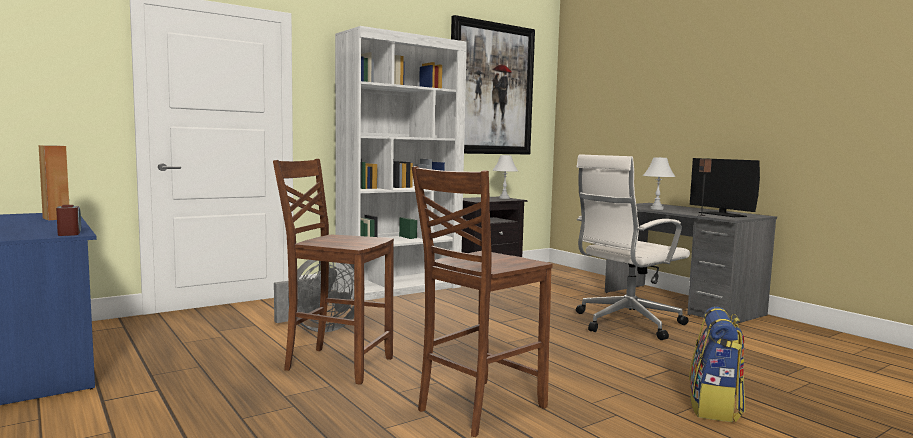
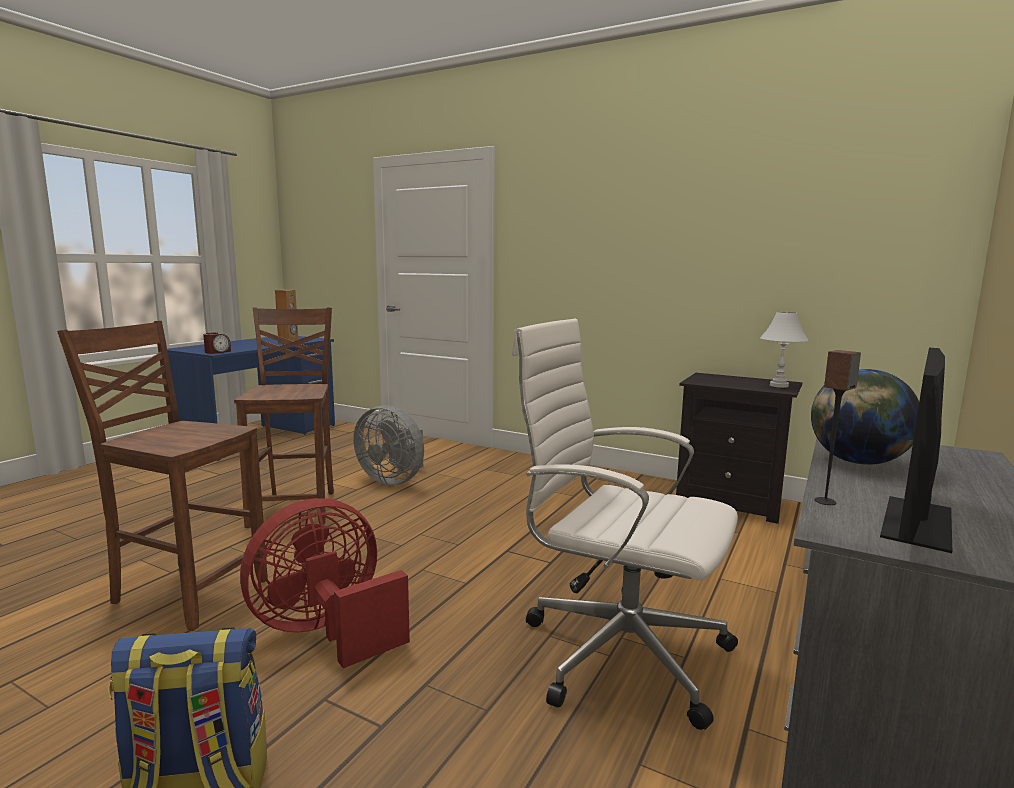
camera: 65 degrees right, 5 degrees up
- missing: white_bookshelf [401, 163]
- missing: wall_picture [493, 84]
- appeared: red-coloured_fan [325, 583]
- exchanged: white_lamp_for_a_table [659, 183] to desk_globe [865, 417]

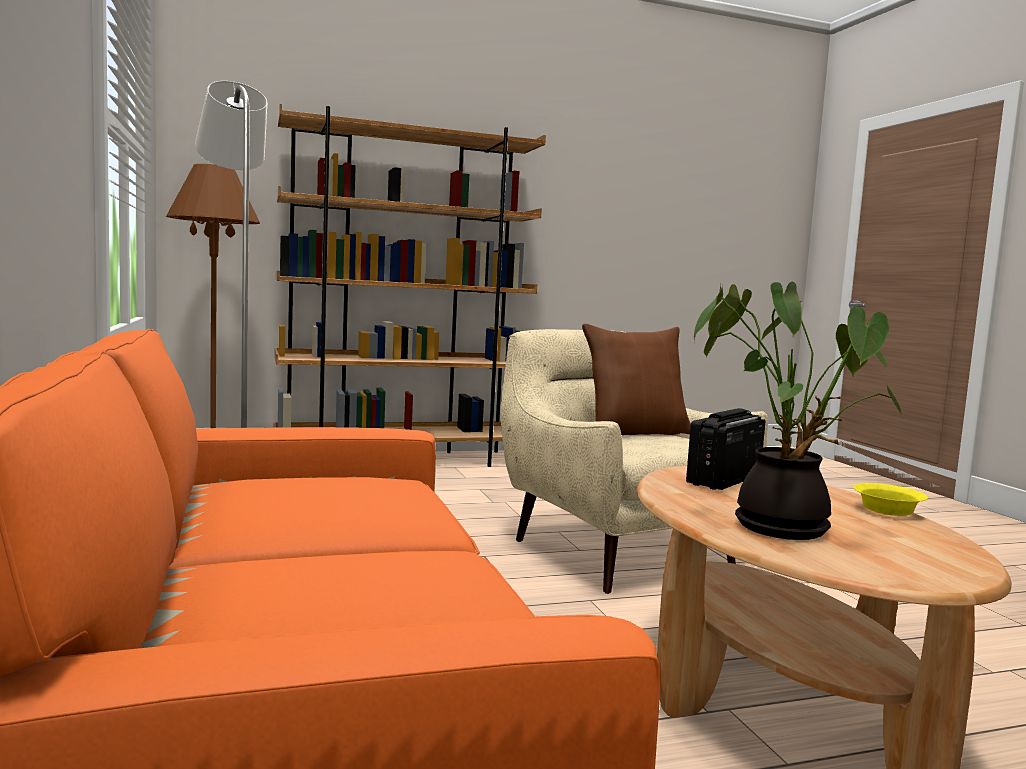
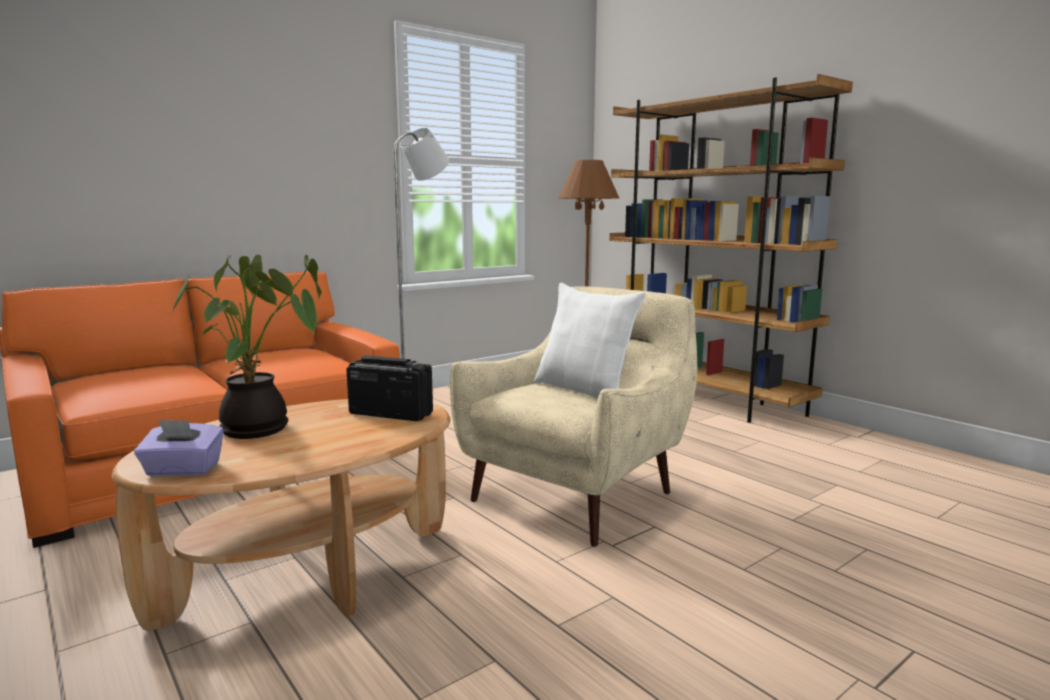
camera: 70 degrees right, 5 degrees up
- missing: yellowish_deep_dish [890, 499]
- appeared: purplish_tissue_box [179, 448]
- colour: brown-coloured_cushion [636, 379] to white_cushion [590, 340]

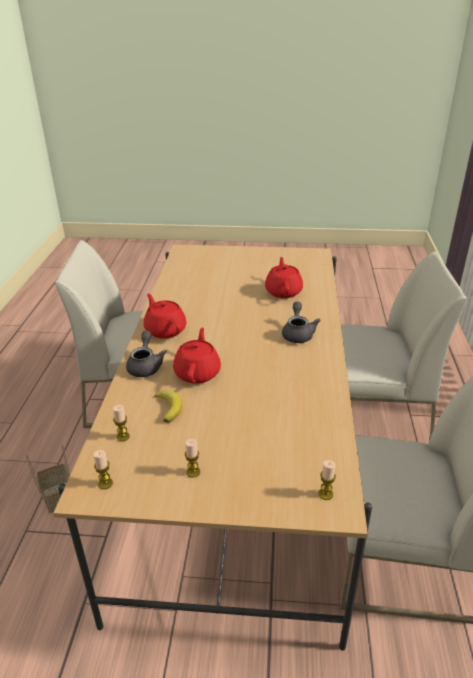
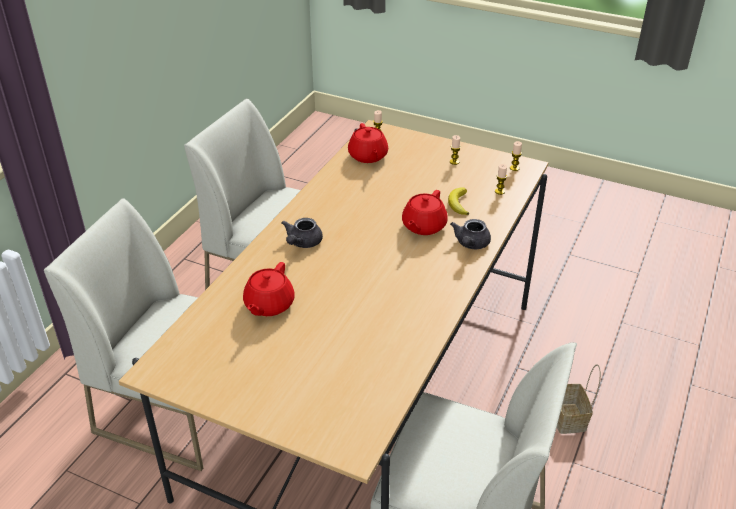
camera: 160 degrees left, 5 degrees up
- relocated: red-coloured_pot_for_tea [165, 316] to [368, 143]

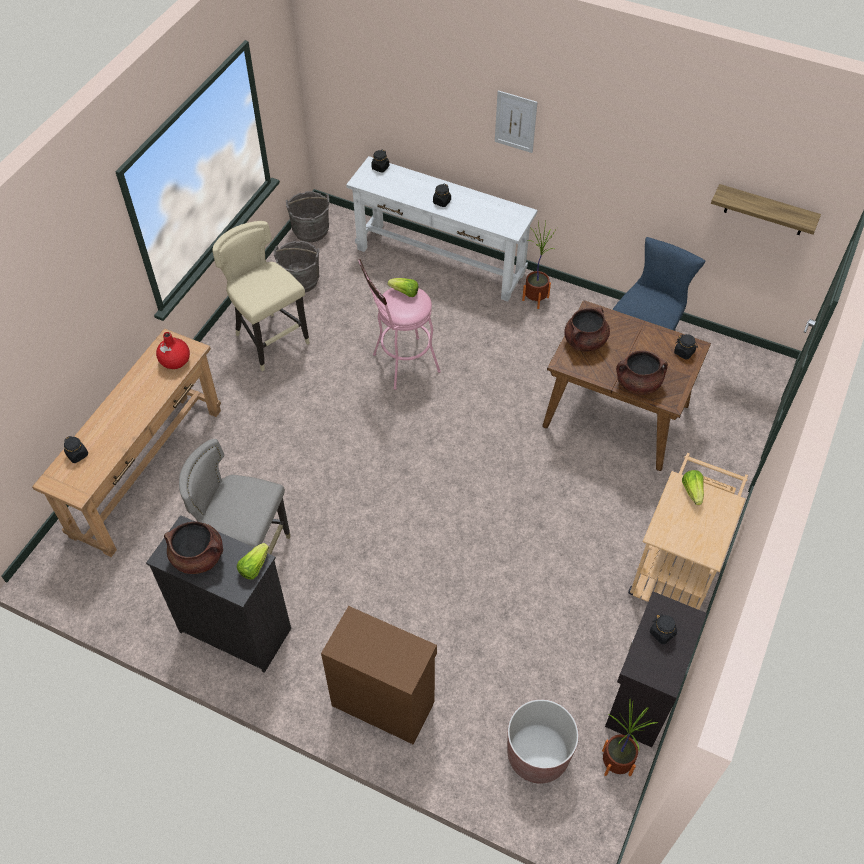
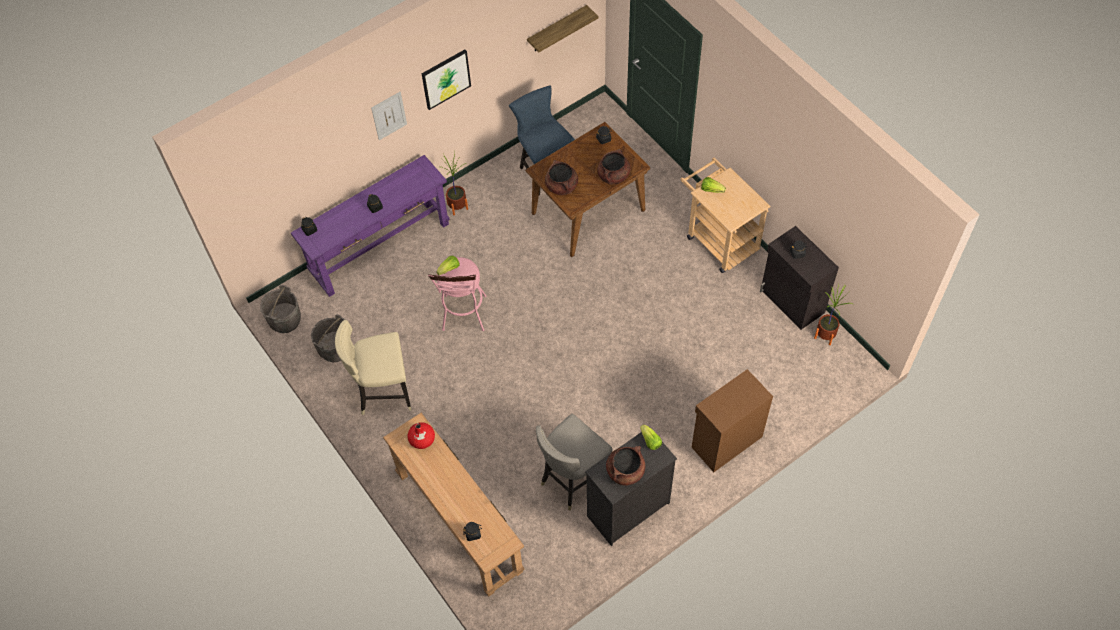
camera: 60 degrees left, 5 degrees up
- missing: brown-coloured_flower_pot [543, 741]
- appeared: wall_picture [446, 79]
- colour: white_hall_table [441, 229] to purplish_hall_table [370, 226]

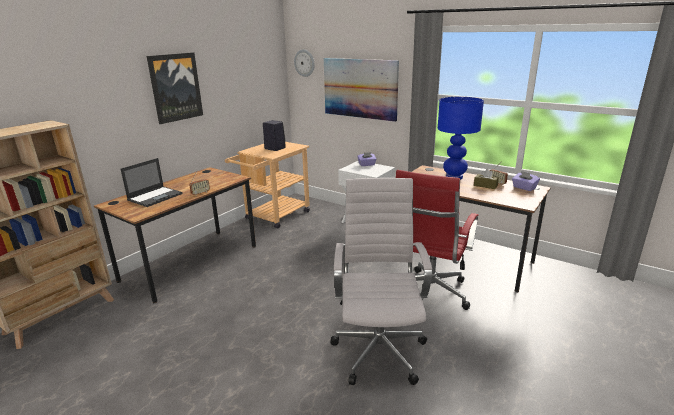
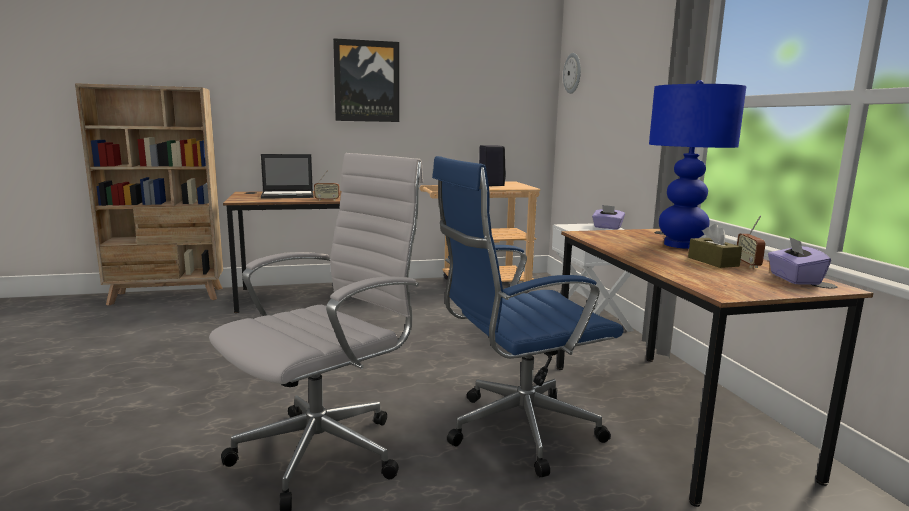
camera: 40 degrees right, 10 degrees down
- missing: wall_picture [361, 90]
- colour: red-coloured_computer_chair [437, 240] to blue_computer_chair [528, 316]

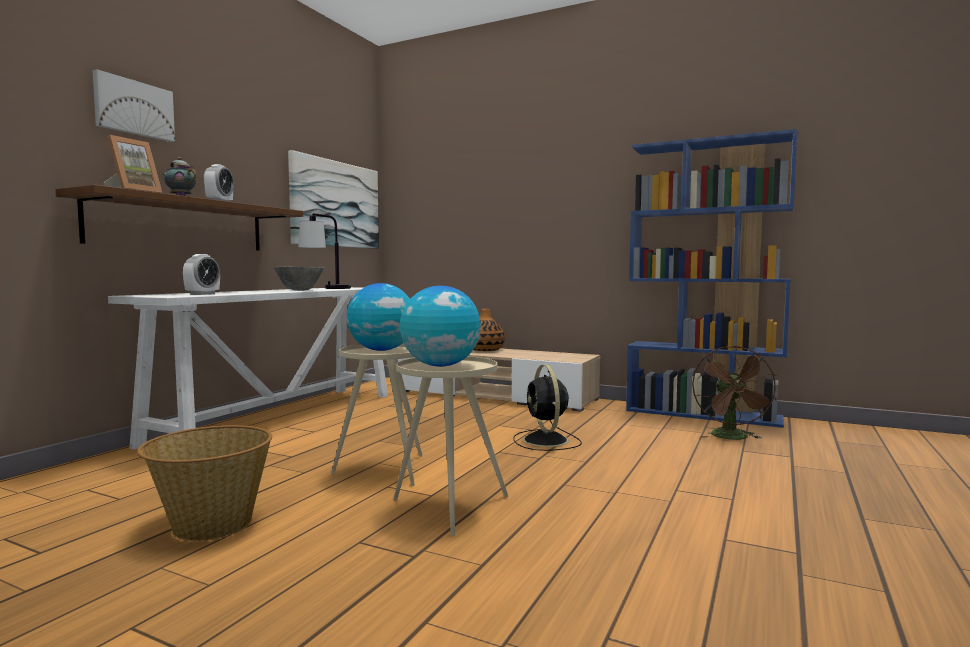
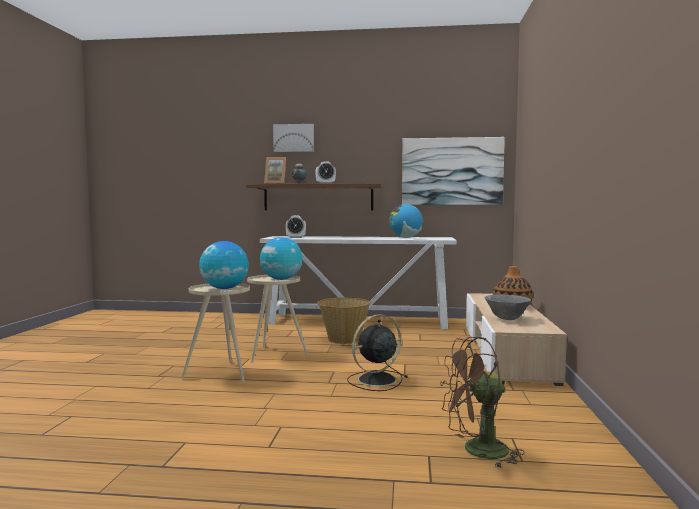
camera: 70 degrees right, 0 degrees up
- missing: blue_bookshelf [712, 278]
- relocated: basket [204, 483] to [344, 321]
- relocated: greyish_deep_dish [298, 279] to [508, 307]
- exchanged: lamp_for_a_table [324, 251] to desk_globe [406, 221]

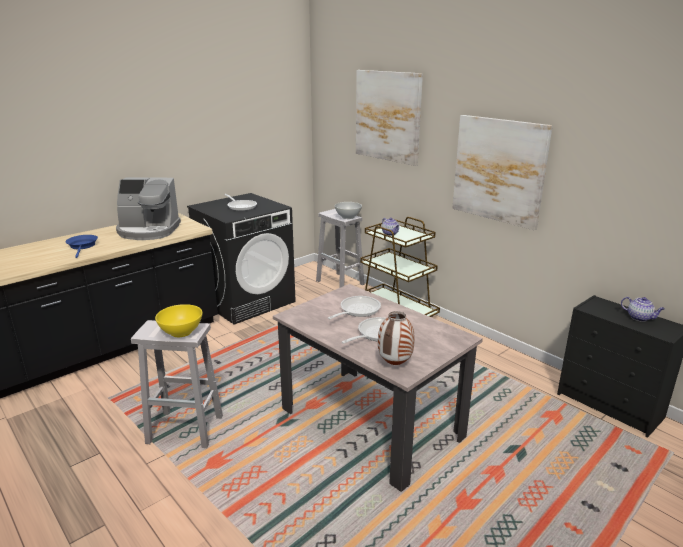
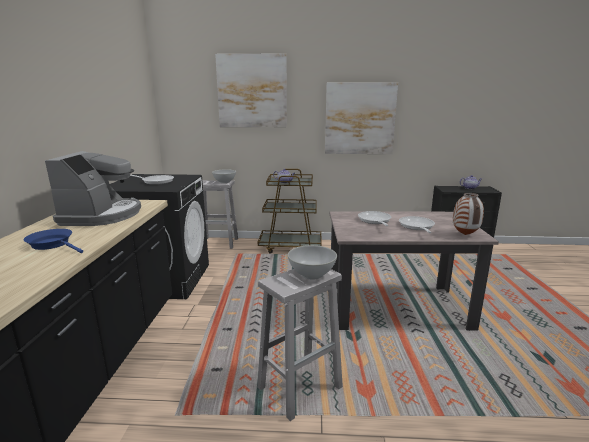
camera: 45 degrees left, 5 degrees down
- colour: yellowish_deep_dish [178, 320] to white_deep_dish [312, 262]
- spun: coffee_maker [148, 209] = [93, 188] 45 degrees counterclockwise

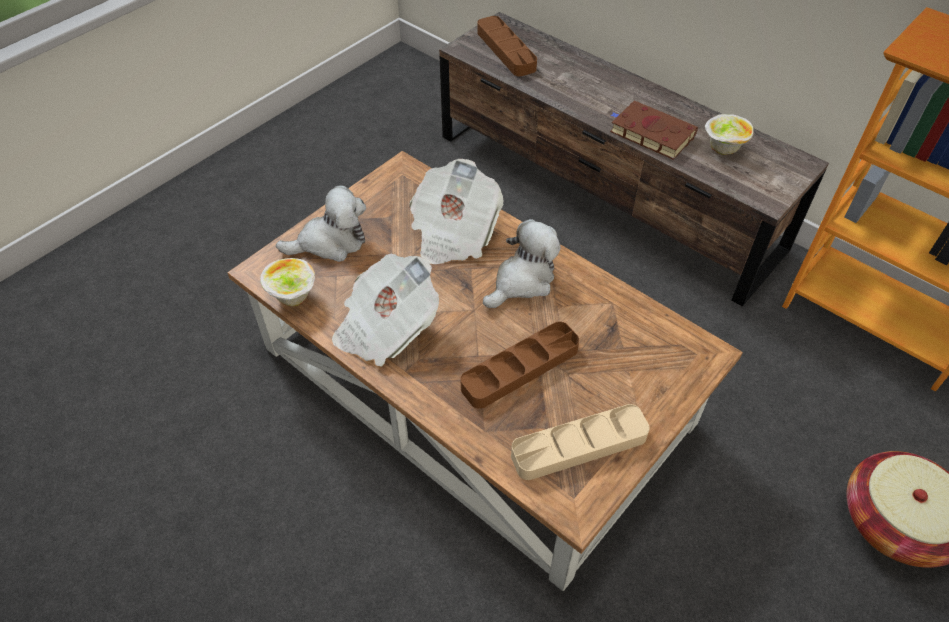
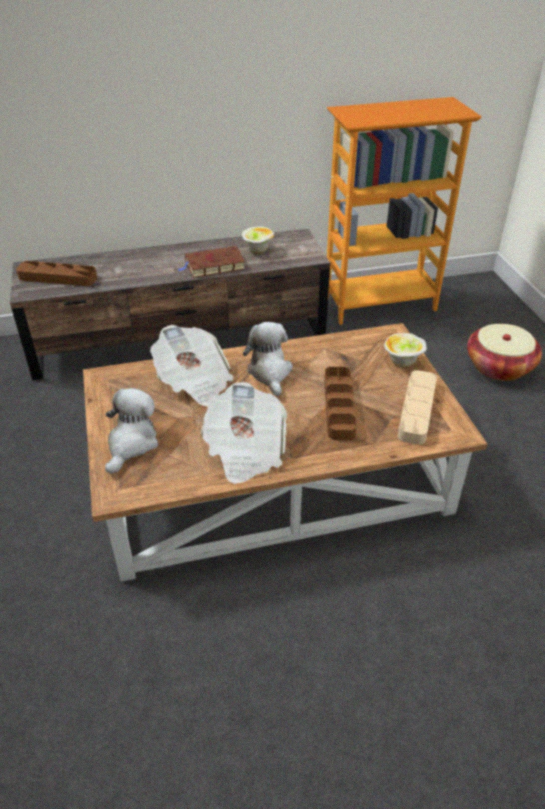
camera: 55 degrees left, 10 degrees down
- relocated: deep_dish [287, 282] to [405, 350]

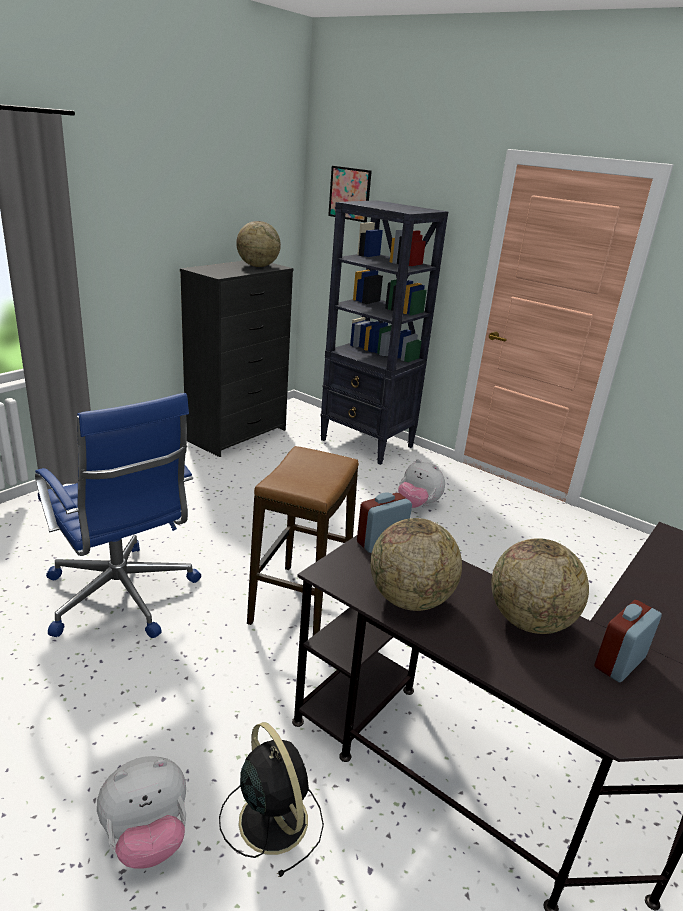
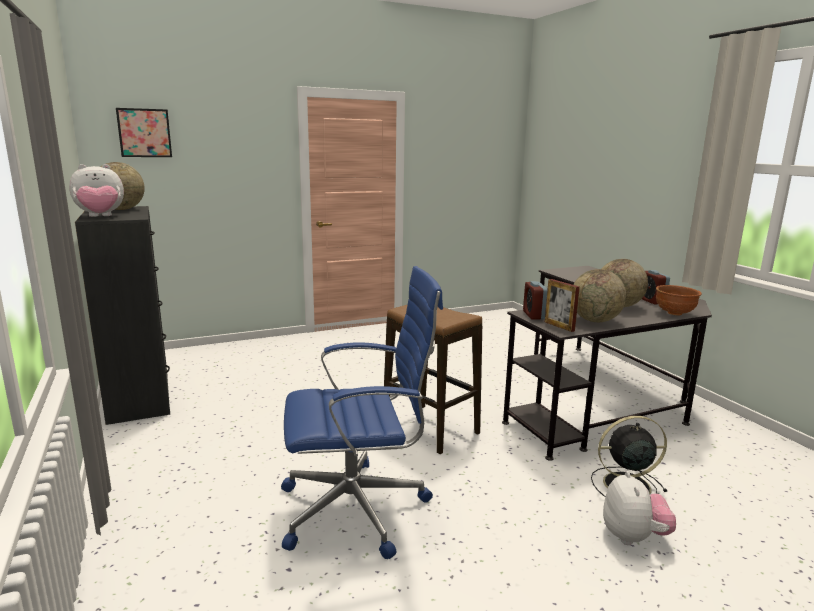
camera: 60 degrees left, 10 degrees down
- missing: blackish_bookshelf [384, 332]
- appeared: picture_frame [562, 305]
- appeared: brown-coloured_deep_dish [679, 300]
- relocated: soft_toy [421, 483] to [96, 190]

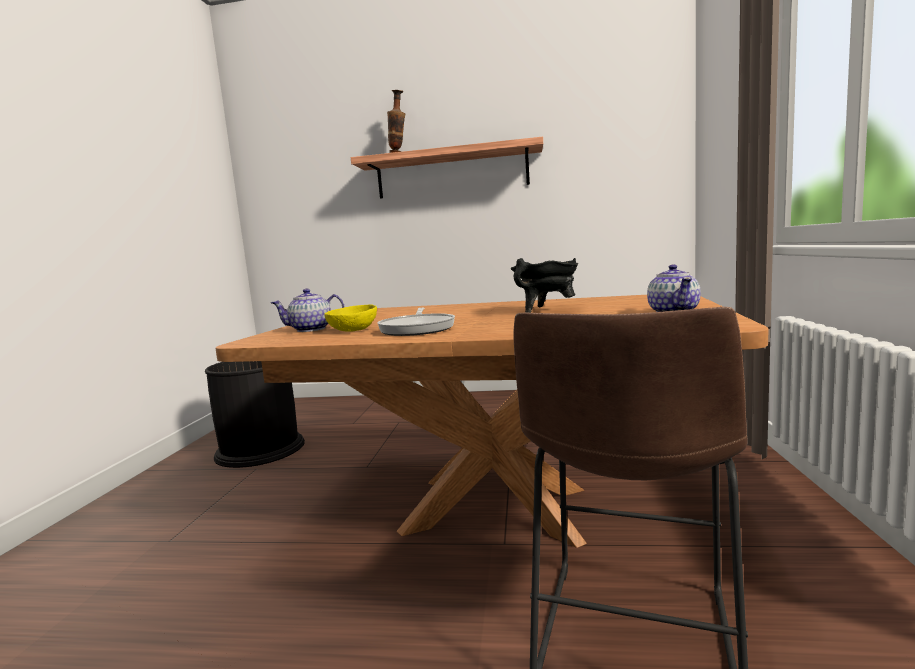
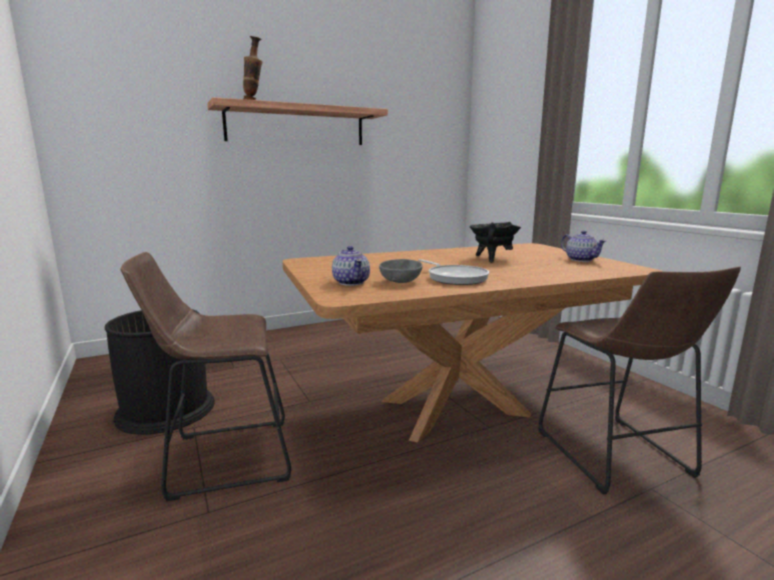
camera: 35 degrees left, 5 degrees up
- appeared: brown-coloured_stool [206, 377]
- colour: yellowish_deep_dish [350, 318] to greyish_deep_dish [401, 271]
- spun: pot_for_tea [307, 310] = [351, 266] 60 degrees counterclockwise

